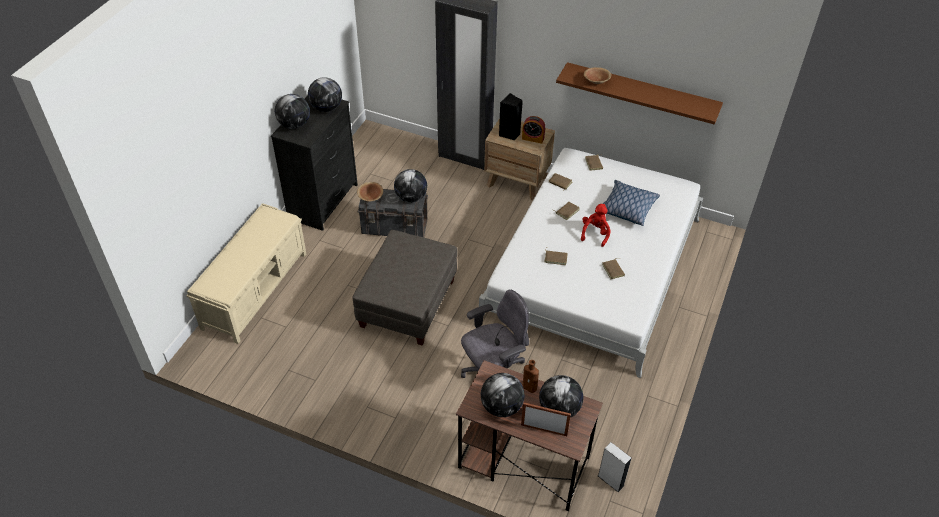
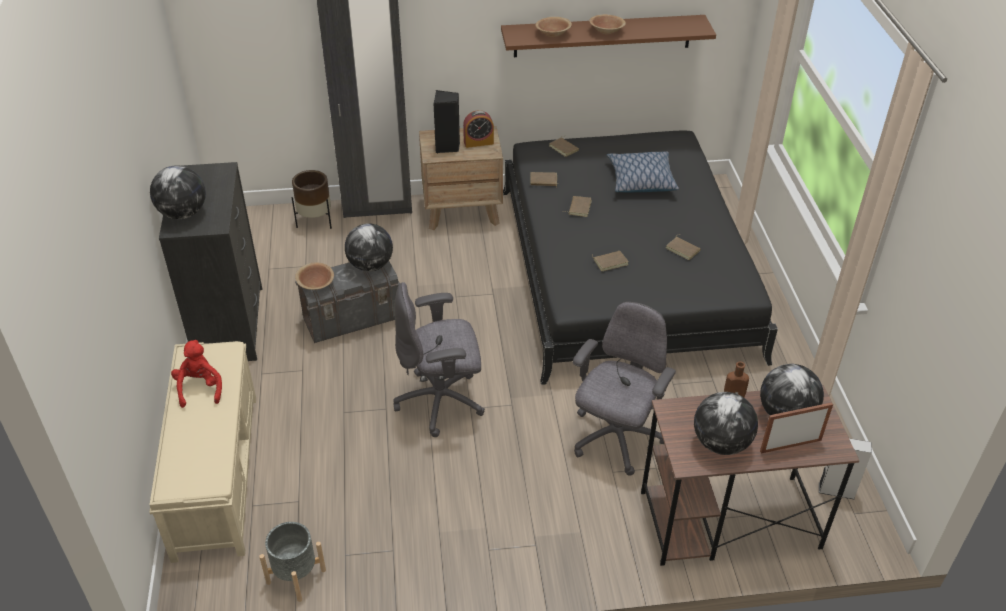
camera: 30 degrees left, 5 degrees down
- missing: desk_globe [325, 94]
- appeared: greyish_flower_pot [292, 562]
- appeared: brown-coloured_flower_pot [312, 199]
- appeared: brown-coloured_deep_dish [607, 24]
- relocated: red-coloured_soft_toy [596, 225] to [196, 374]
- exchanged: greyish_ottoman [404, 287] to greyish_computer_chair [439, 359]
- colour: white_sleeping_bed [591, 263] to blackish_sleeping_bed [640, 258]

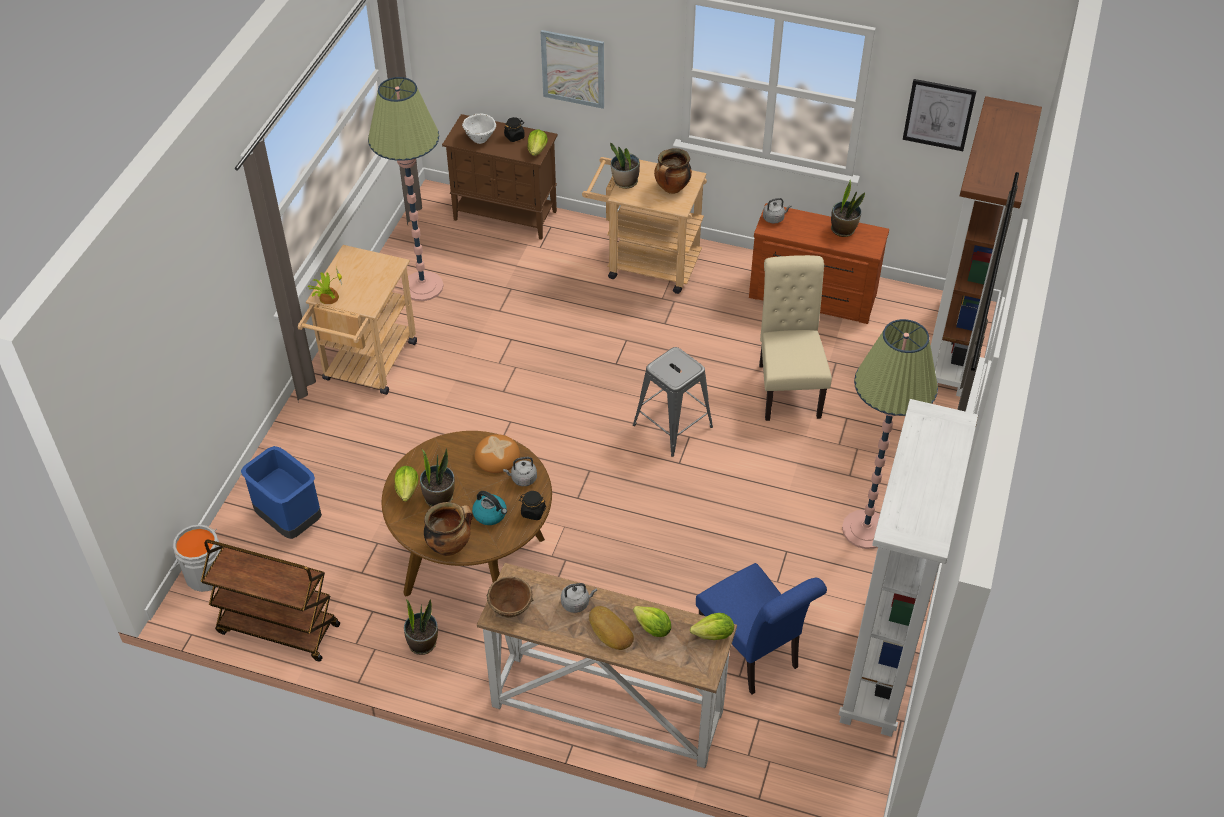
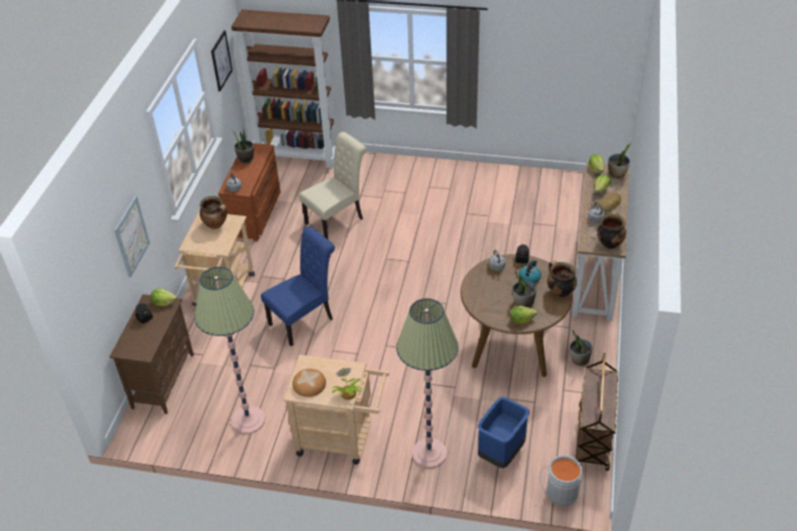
camera: 95 degrees left, 5 degrees down
- missing: white_deep_dish [479, 129]
- missing: greyish_stool [673, 402]
- missing: white_bookshelf [908, 568]
- relocated: bread [497, 453] to [309, 383]
- relocated: potted_plant [625, 166] to [620, 160]
- relocated: blue_chair [761, 629] to [298, 286]
- relocated: standard_lamp [890, 434] to [427, 383]
- exchanged: brown-coloured_deep_dish [510, 597] to saucepot [611, 230]
- spun: sand-coloured_chair [795, 338] = [332, 185] 150 degrees clockwise

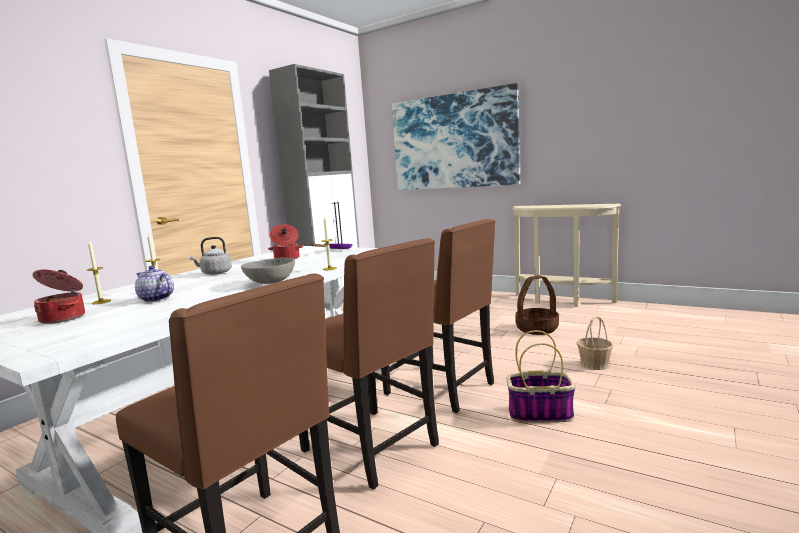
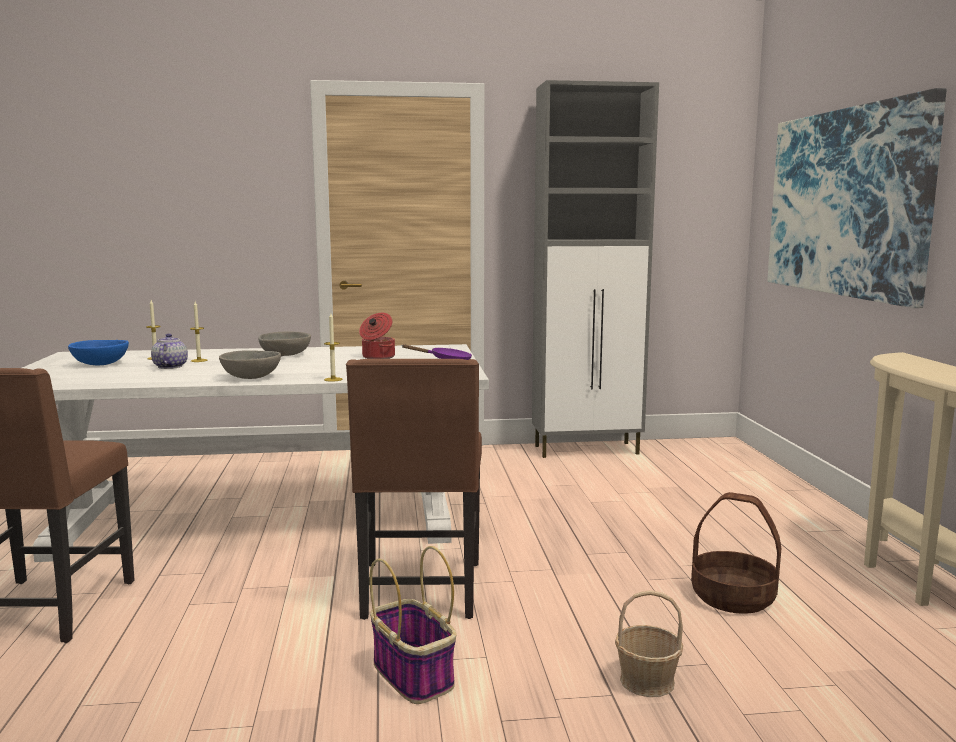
camera: 50 degrees right, 0 degrees up
- missing: brown-coloured_chair [369, 363]
- exchanged: saucepot [59, 297] to blue_deep_dish [98, 352]
- exchanged: greyish_kettle [211, 256] to greyish_deep_dish [284, 344]

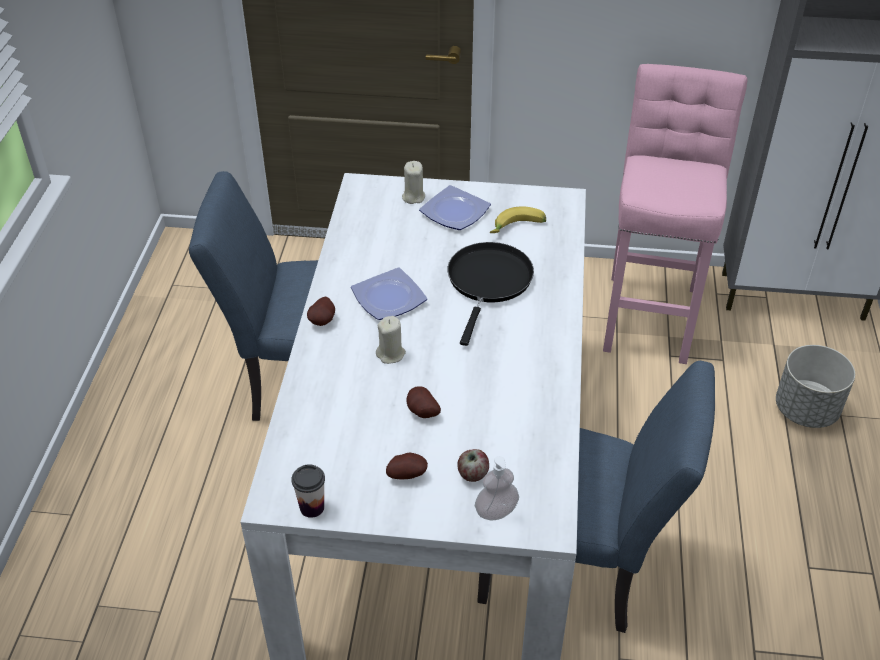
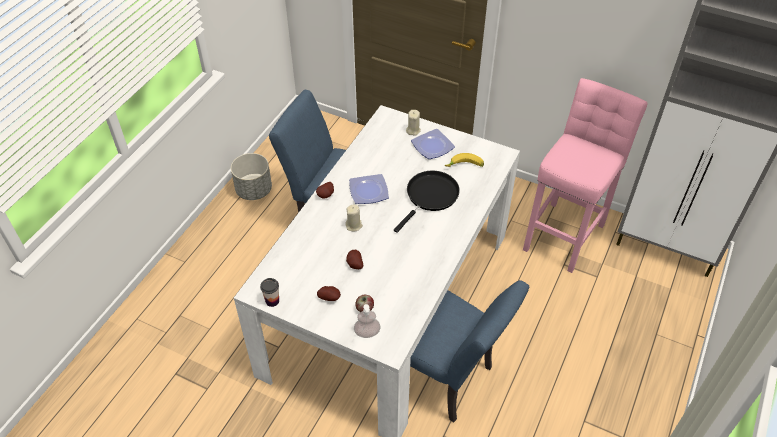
camera: 20 degrees right, 5 degrees up
- relocated: greyish_flower_pot [815, 386] to [251, 176]

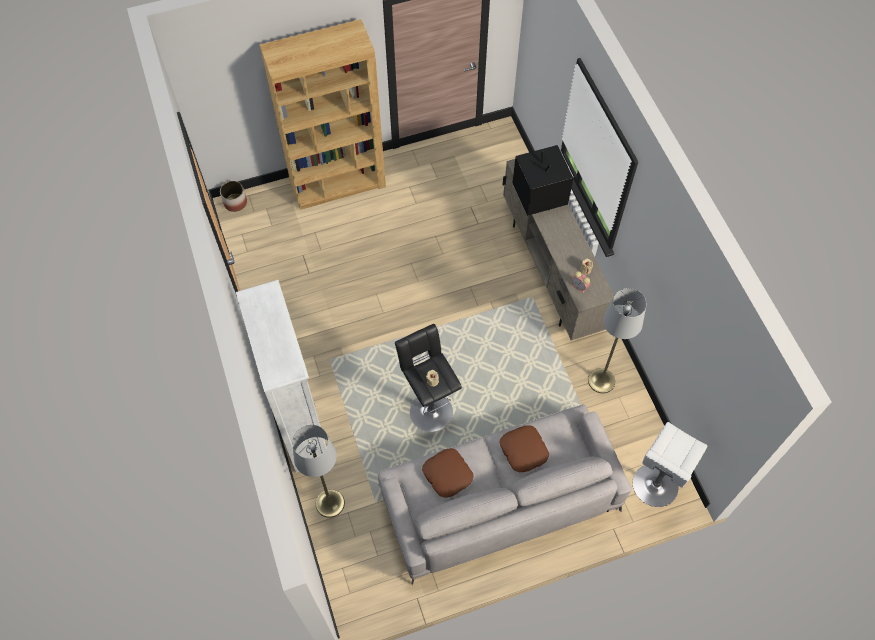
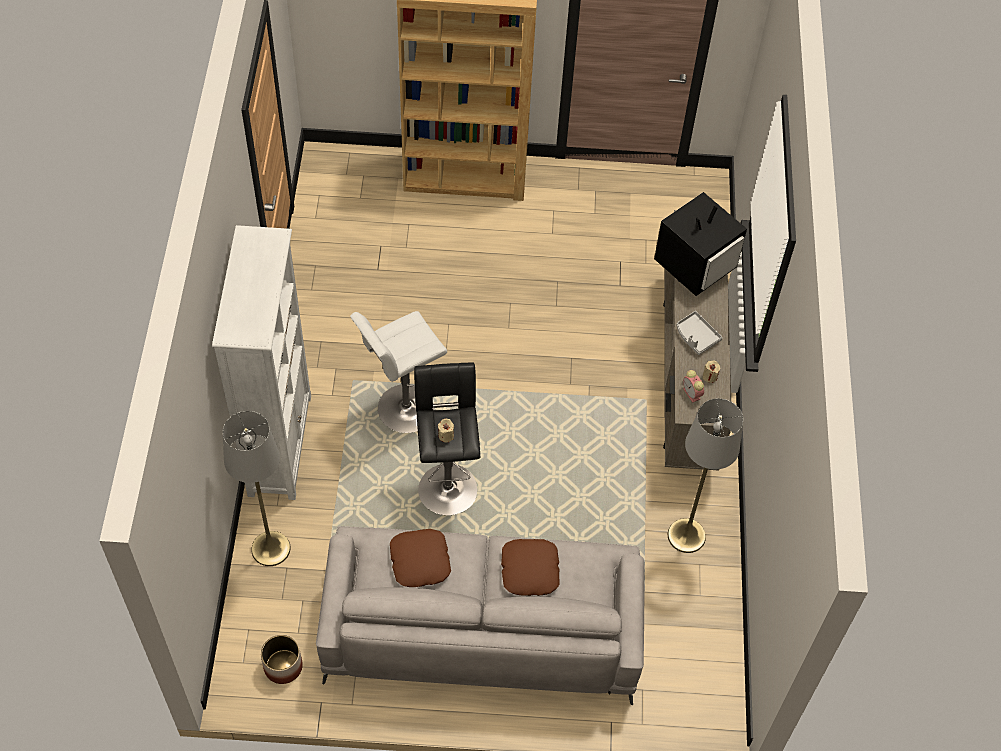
camera: 20 degrees right, 5 degrees down
- appeared: greyish_tray [699, 333]
- relocated: flower_pot [233, 196] to [282, 659]
- relocated: white_stool [670, 464] to [398, 372]
- spun: television [543, 180] = [700, 244] 45 degrees clockwise

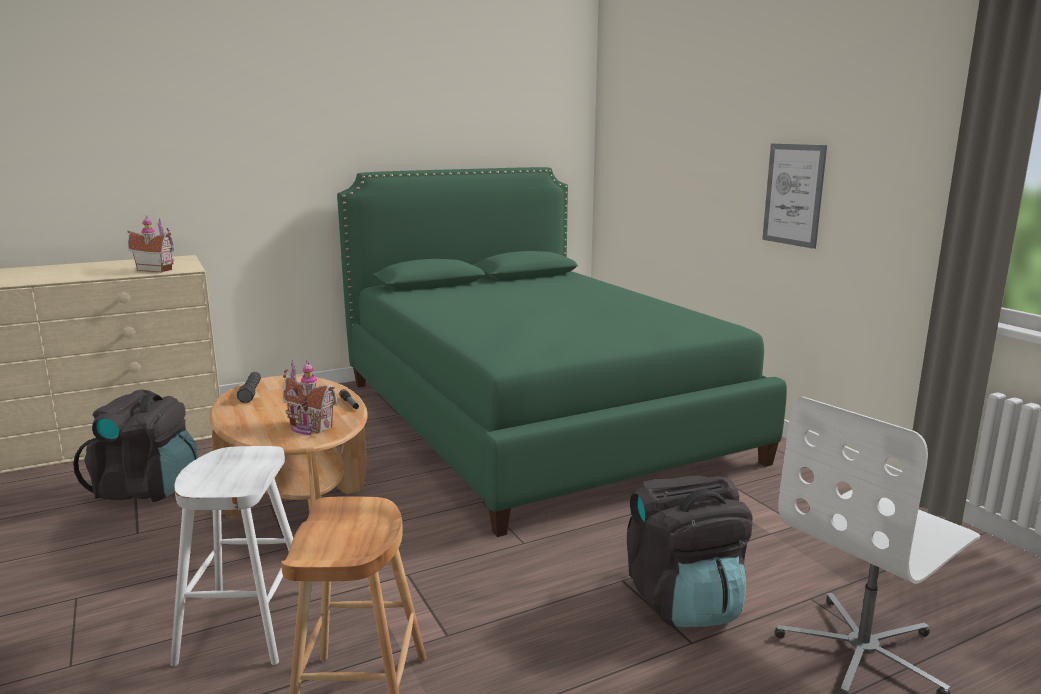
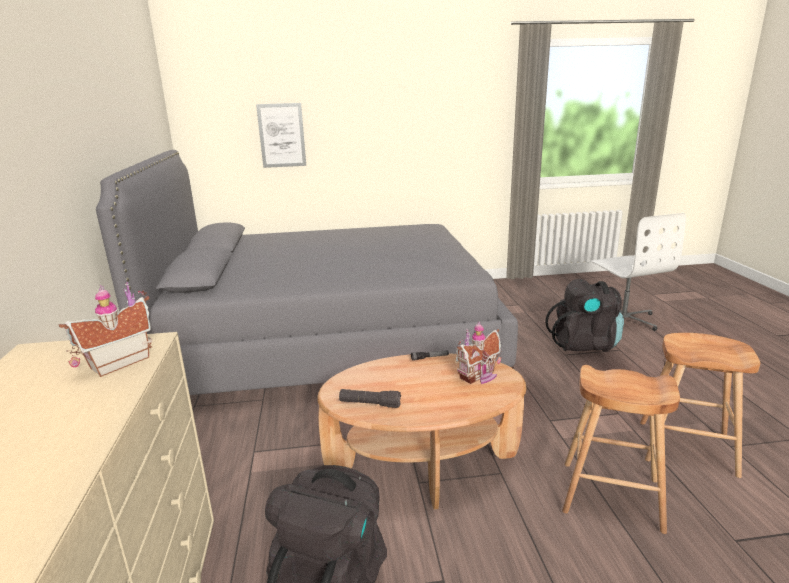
camera: 70 degrees left, 5 degrees up
- relocated: wall_picture [794, 196] to [281, 135]
- colour: white_stool [235, 556] to brown-coloured_stool [621, 449]
- colour: green_sleeping_bed [562, 352] to greyish_sleeping_bed [307, 272]

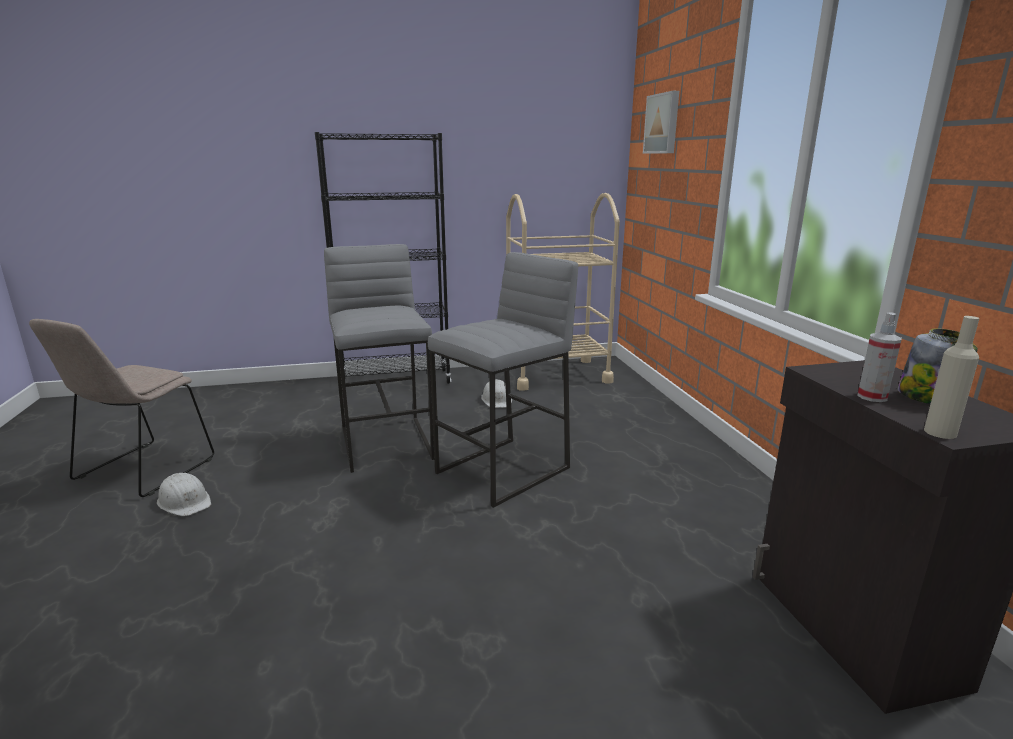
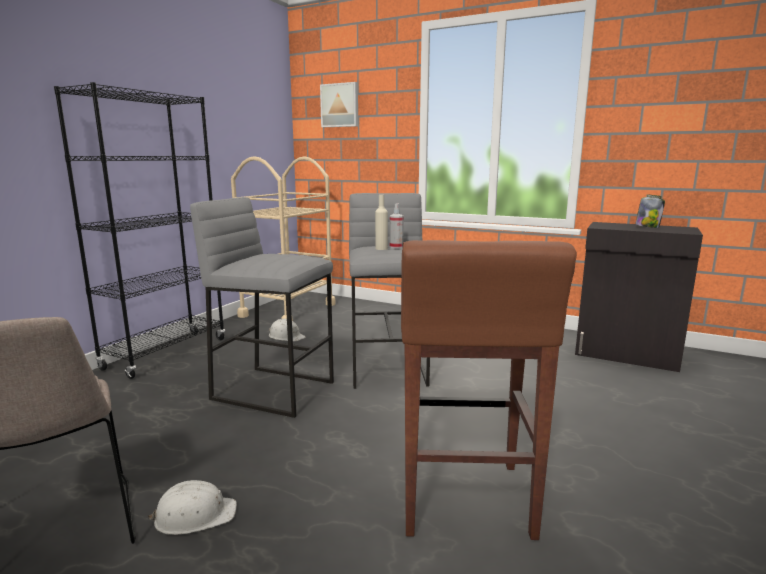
camera: 50 degrees left, 5 degrees down
- appeared: brown-coloured_stool [489, 390]
- relocated: spray_bottle [879, 357] to [397, 226]
- relocated: sand-coloured_drink_bottle [951, 377] to [381, 222]

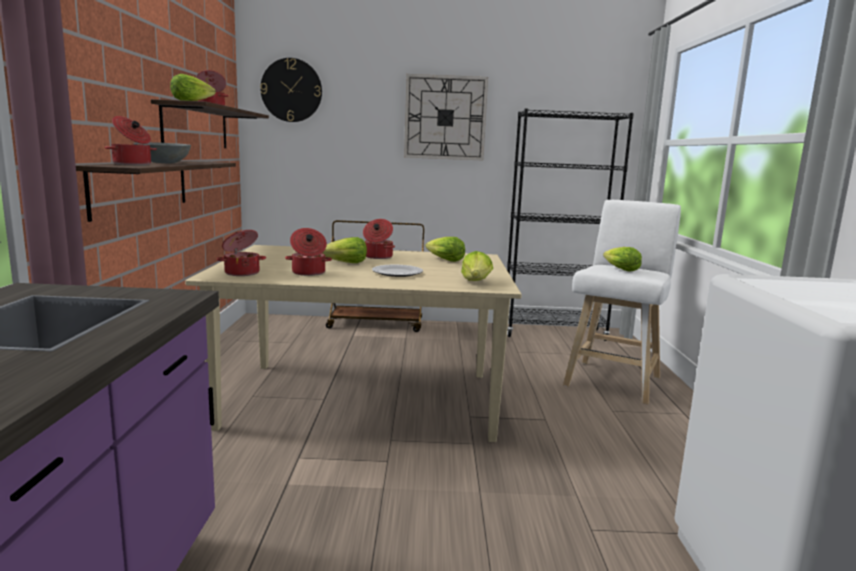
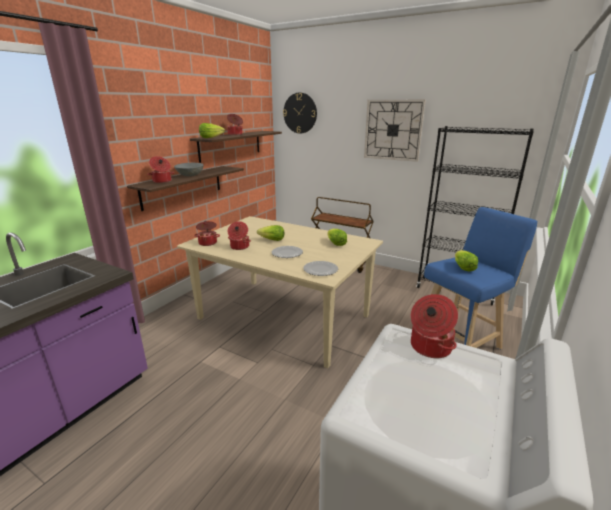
camera: 30 degrees right, 10 degrees up
- relocated: saucepot [379, 239] to [434, 326]
- exchanged: lettuce [477, 266] to flat_dish [320, 268]
- colour: white_stool [622, 302] to blue_stool [480, 278]

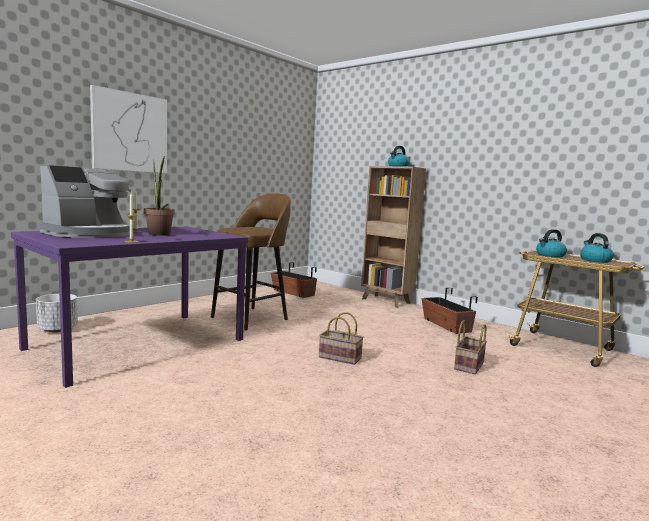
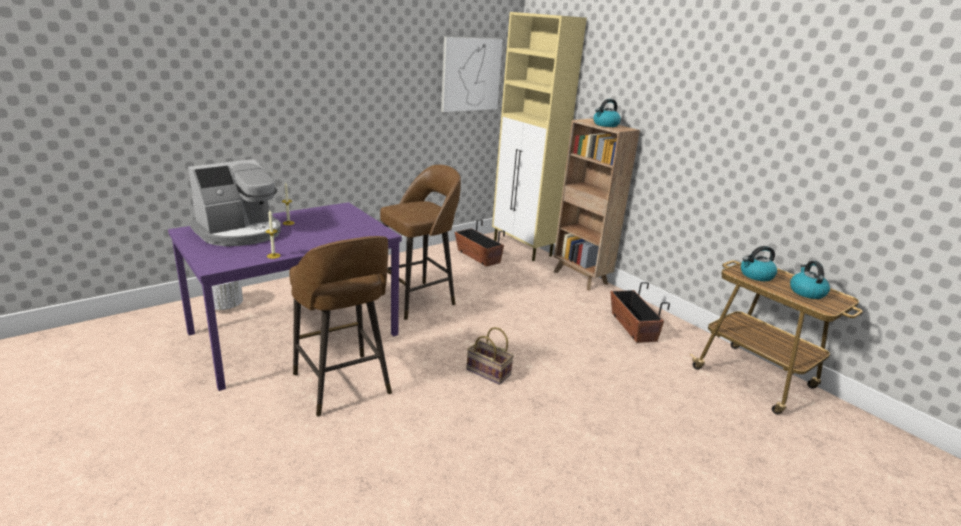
camera: 10 degrees right, 15 degrees up
- missing: potted_plant [159, 196]
- missing: basket [470, 347]
- appeared: brown-coloured_stool [340, 326]
- appeared: sand-coloured_cabinet [539, 136]
- relocated: wall_picture [128, 129] to [472, 74]

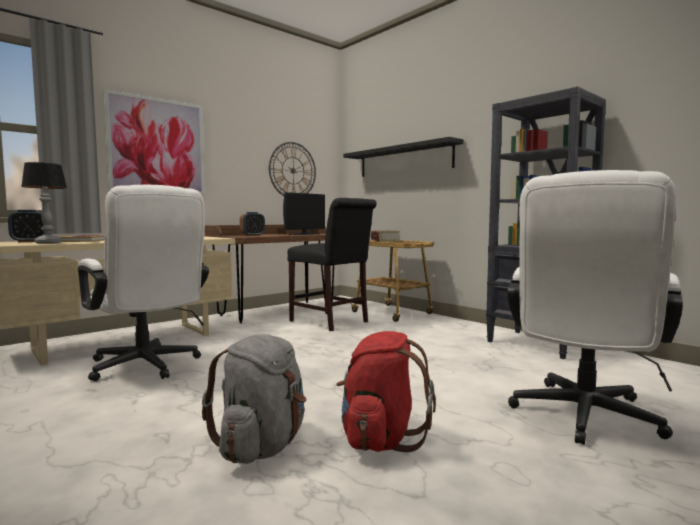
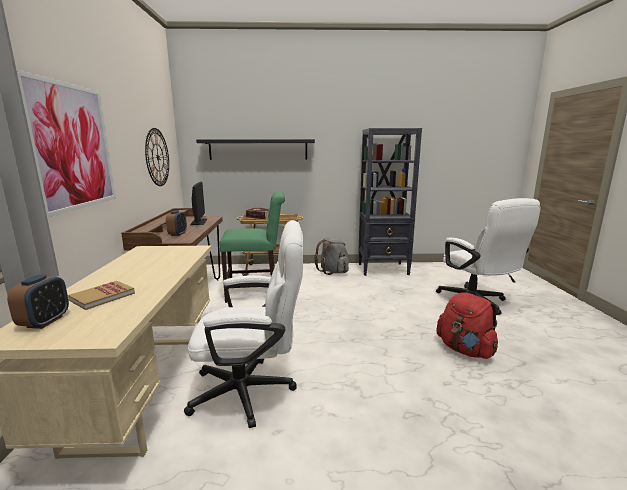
camera: 50 degrees left, 10 degrees up
- missing: lamp_for_a_table [44, 203]
- relocated: greyish_backpack [254, 399] to [331, 256]
- colour: blackish_chair [332, 264] to green_chair [252, 247]

